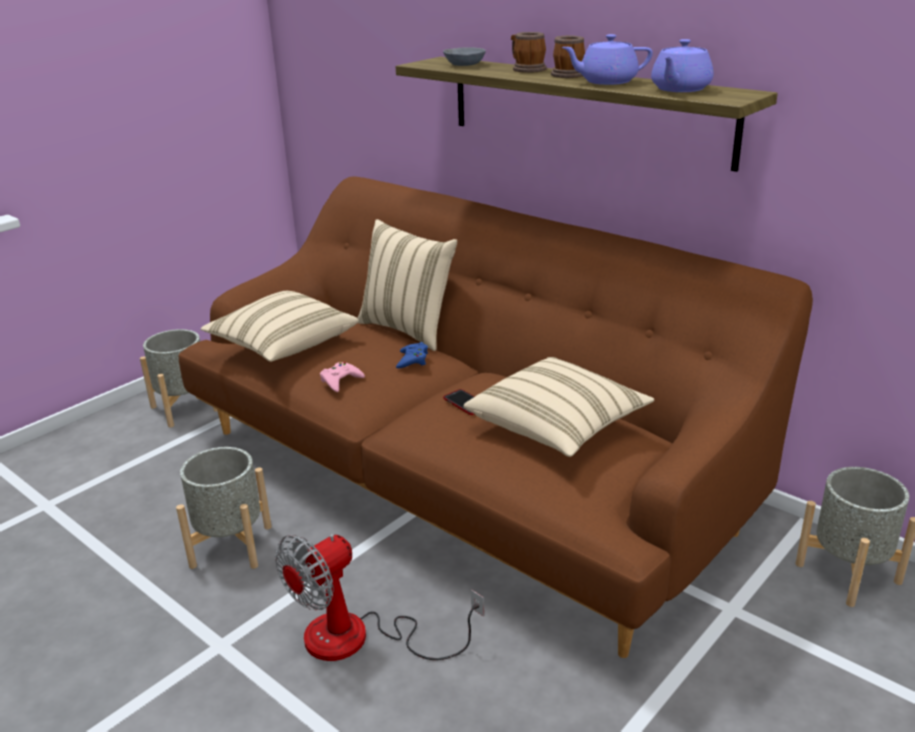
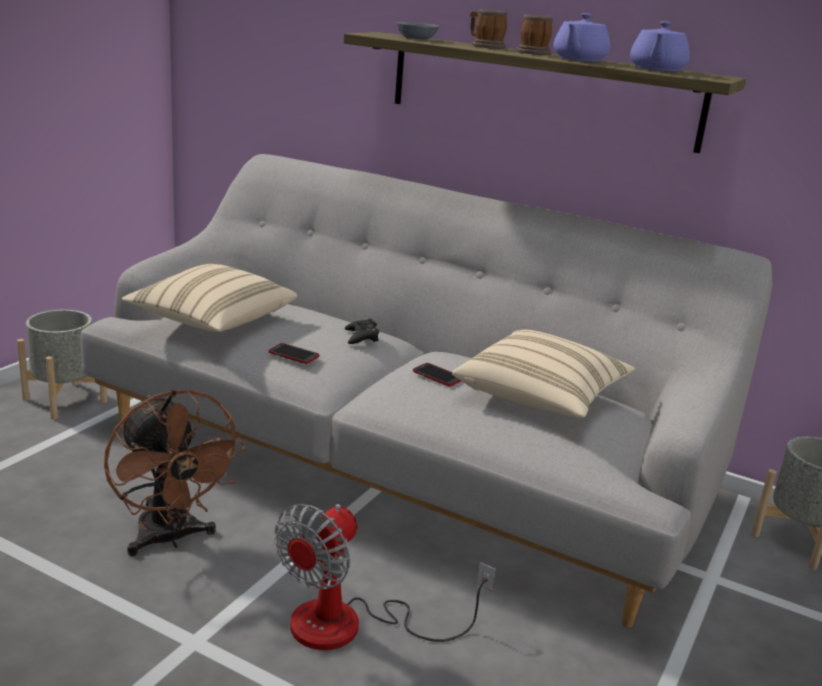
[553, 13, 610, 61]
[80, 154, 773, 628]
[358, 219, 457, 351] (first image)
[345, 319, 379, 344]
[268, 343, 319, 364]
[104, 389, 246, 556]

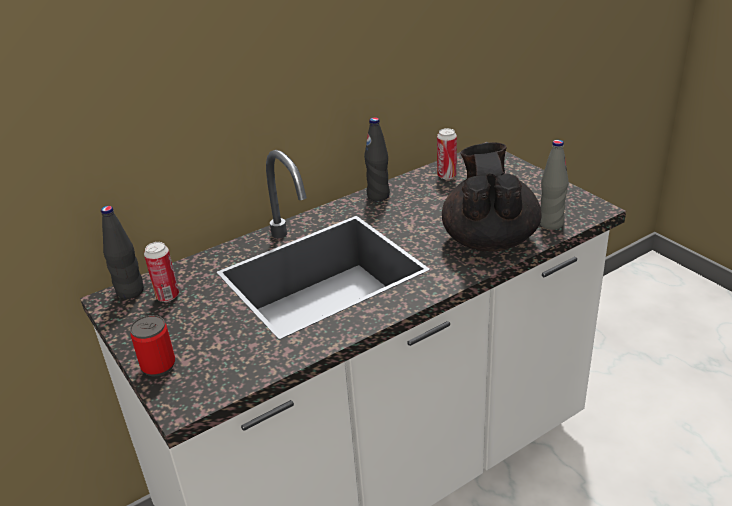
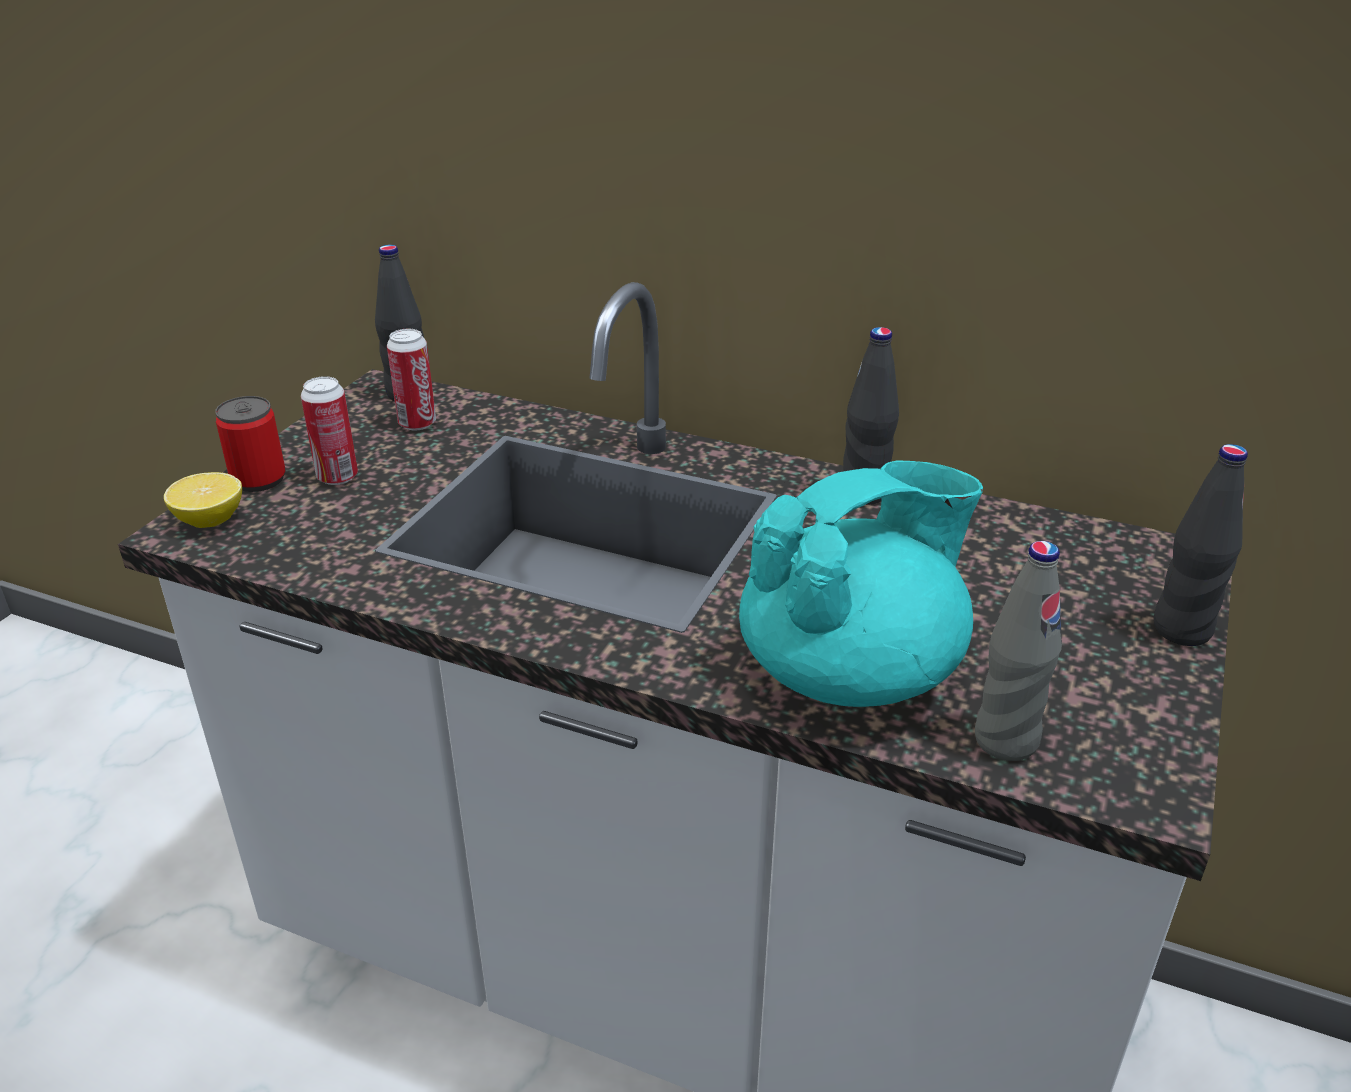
[301, 376, 358, 485]
[739, 460, 983, 707]
[1154, 444, 1248, 646]
[164, 472, 242, 528]

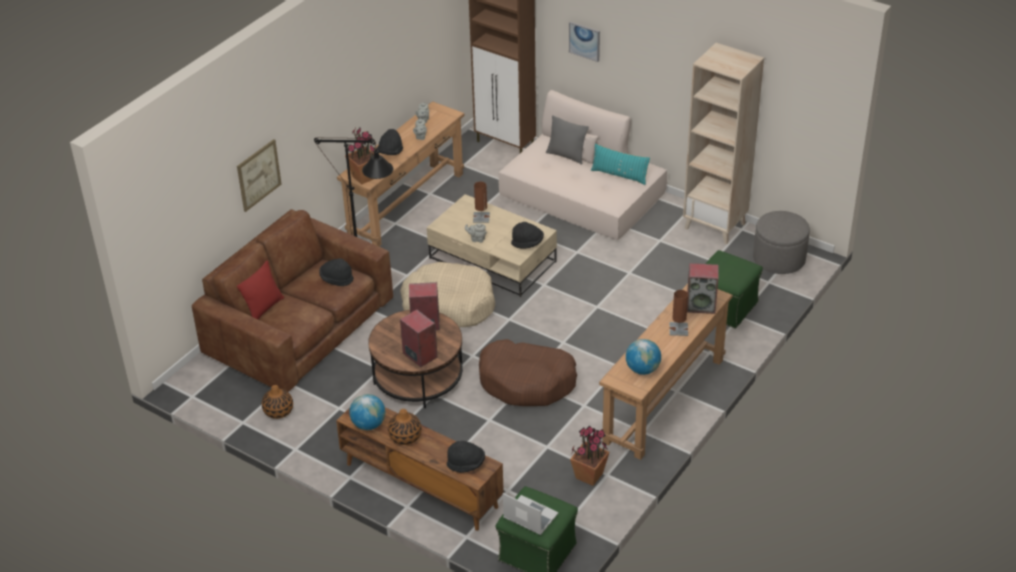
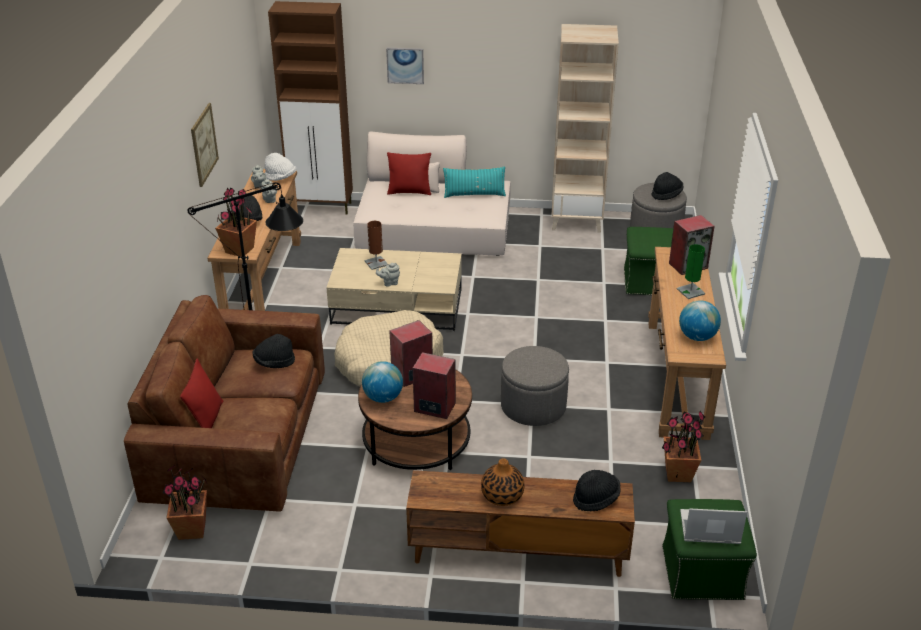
[387, 152, 431, 195]
[191, 103, 219, 187]
[652, 172, 683, 200]
[677, 244, 705, 299]
[501, 346, 569, 426]
[262, 385, 293, 419] (first image)
[362, 361, 403, 403]
[265, 153, 297, 181]
[163, 465, 209, 540]

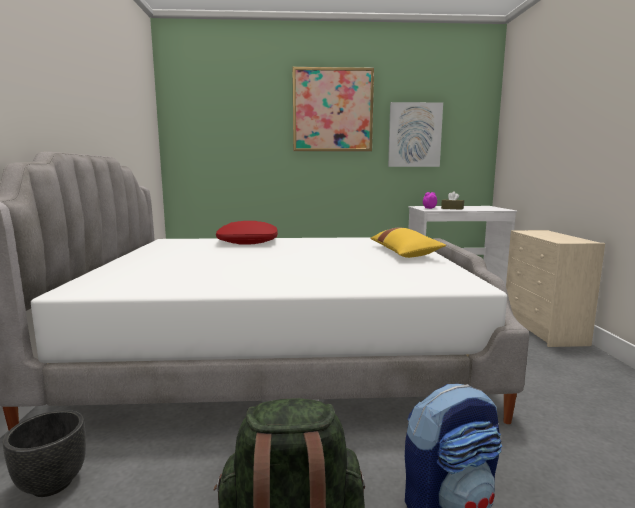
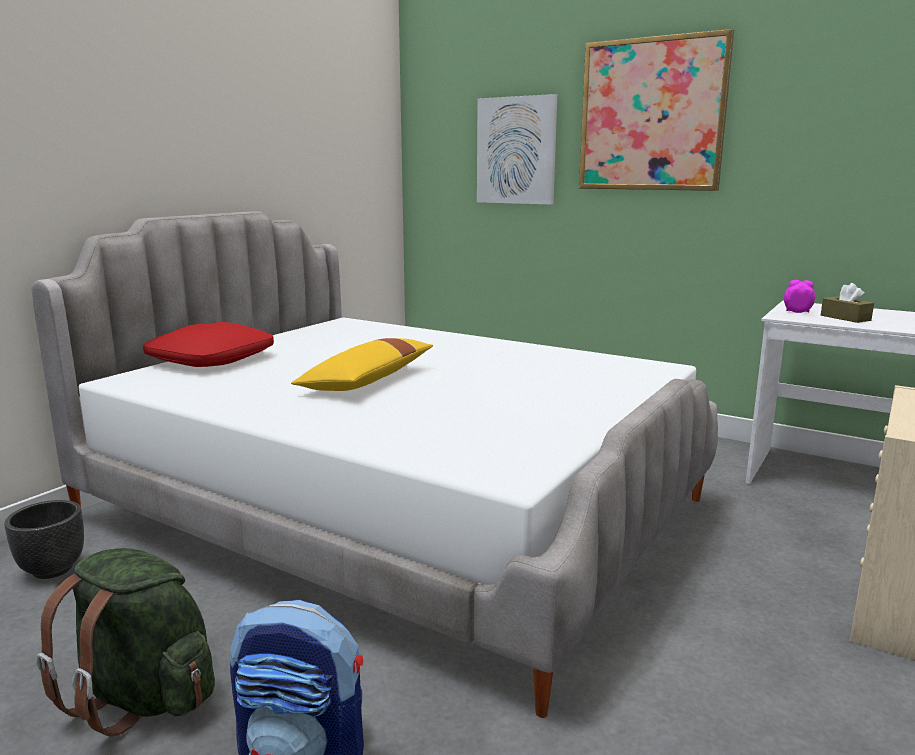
[477, 94, 557, 205]
[143, 322, 274, 367]
[291, 338, 433, 391]

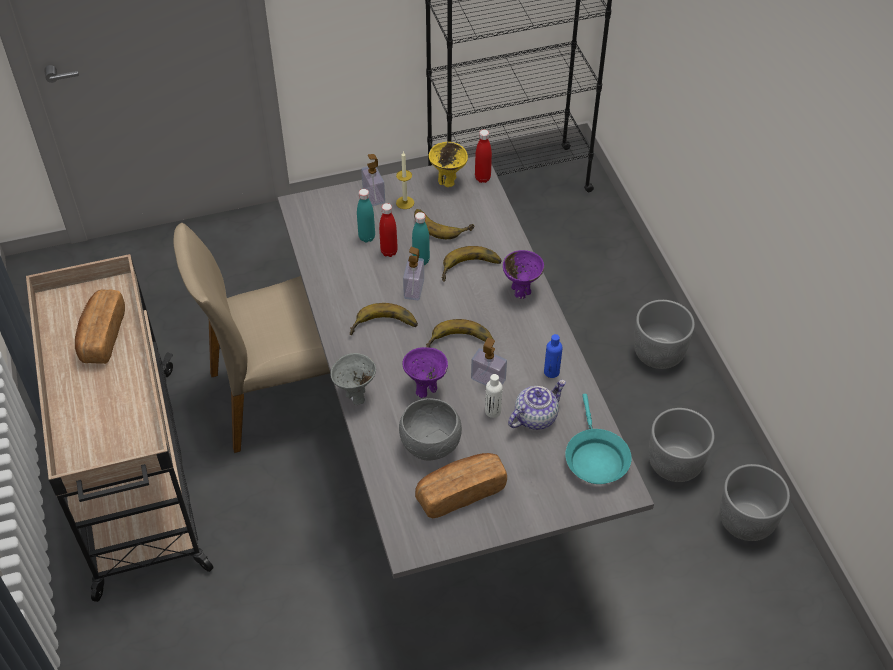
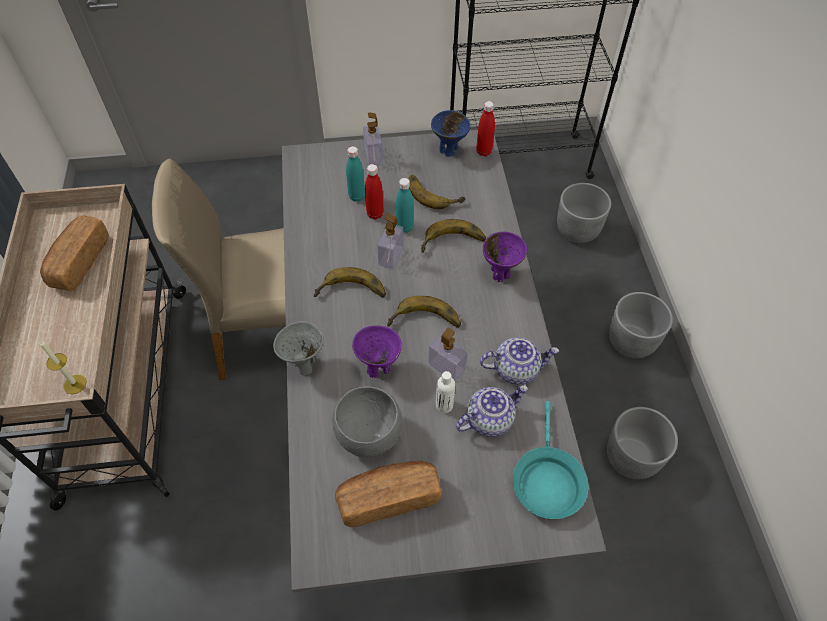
[431, 110, 470, 157]
[39, 340, 87, 394]
[480, 337, 559, 385]
[557, 183, 611, 243]

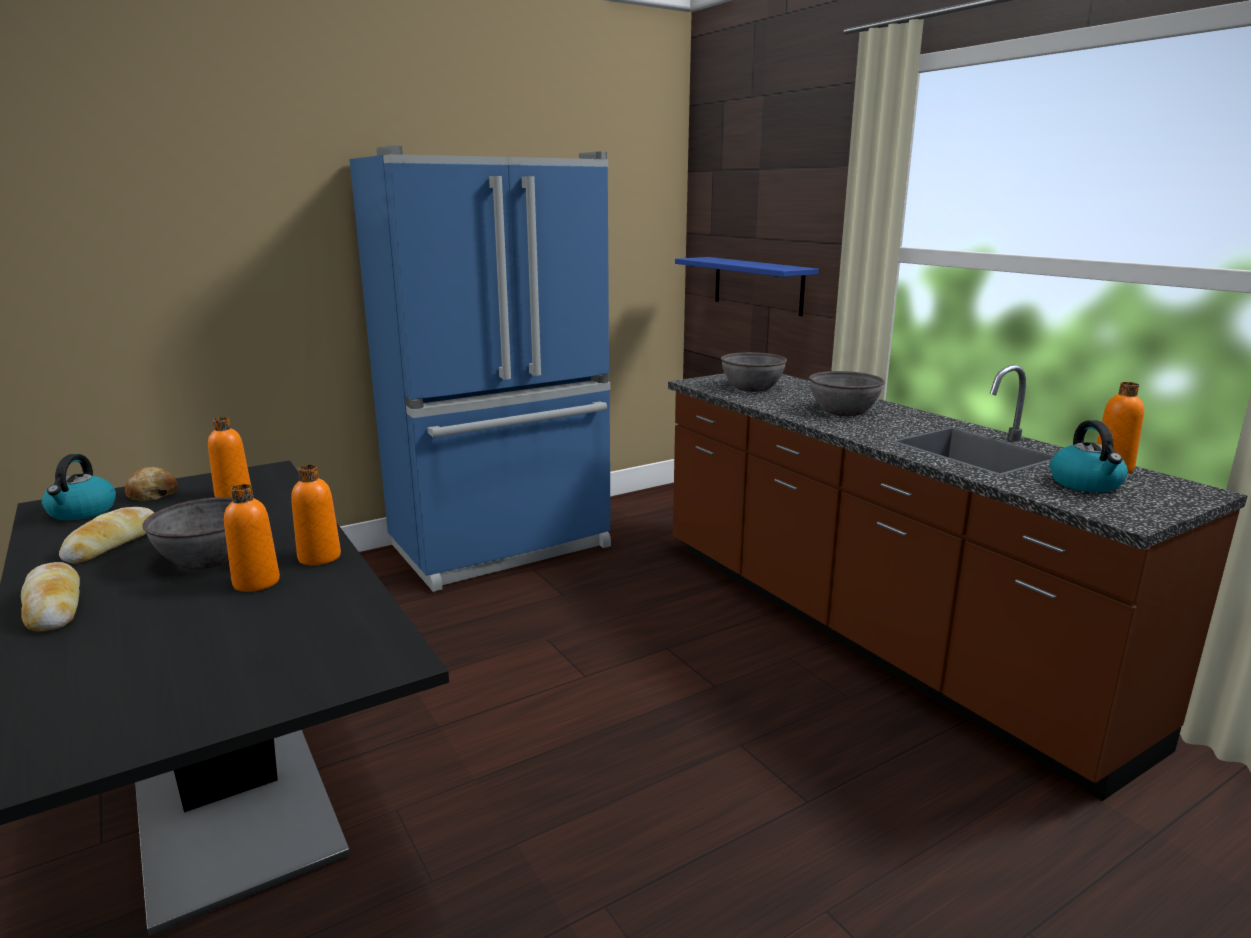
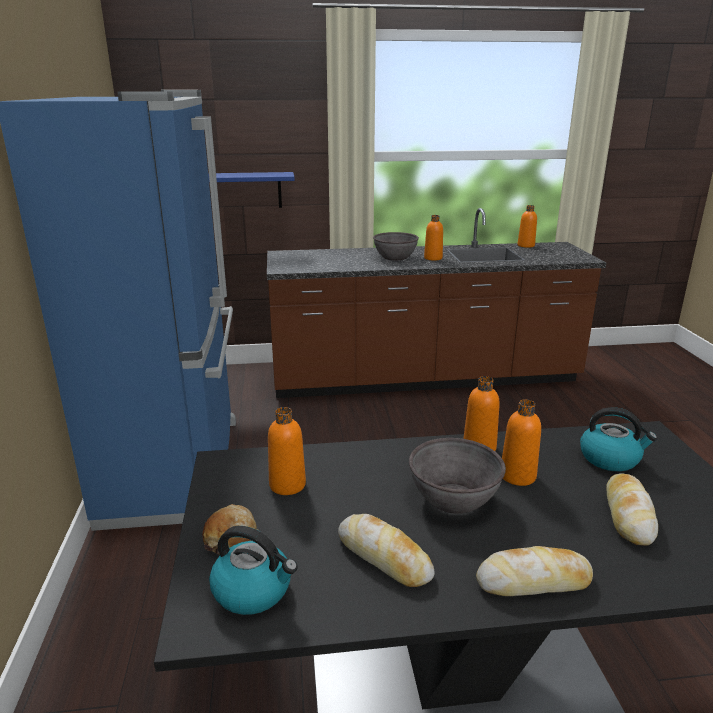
[721, 352, 787, 392] (first image)
[580, 407, 657, 471]
[424, 215, 443, 261]
[606, 473, 658, 545]

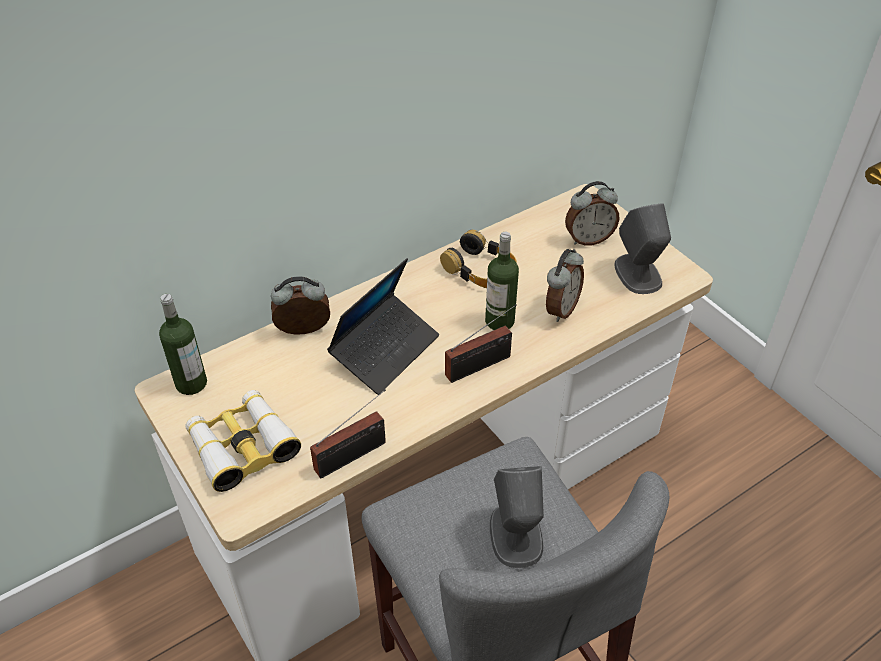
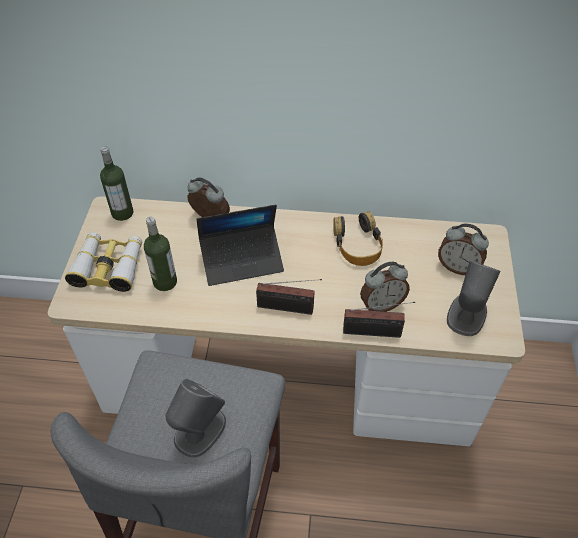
[144, 217, 177, 291]
[343, 302, 415, 338]

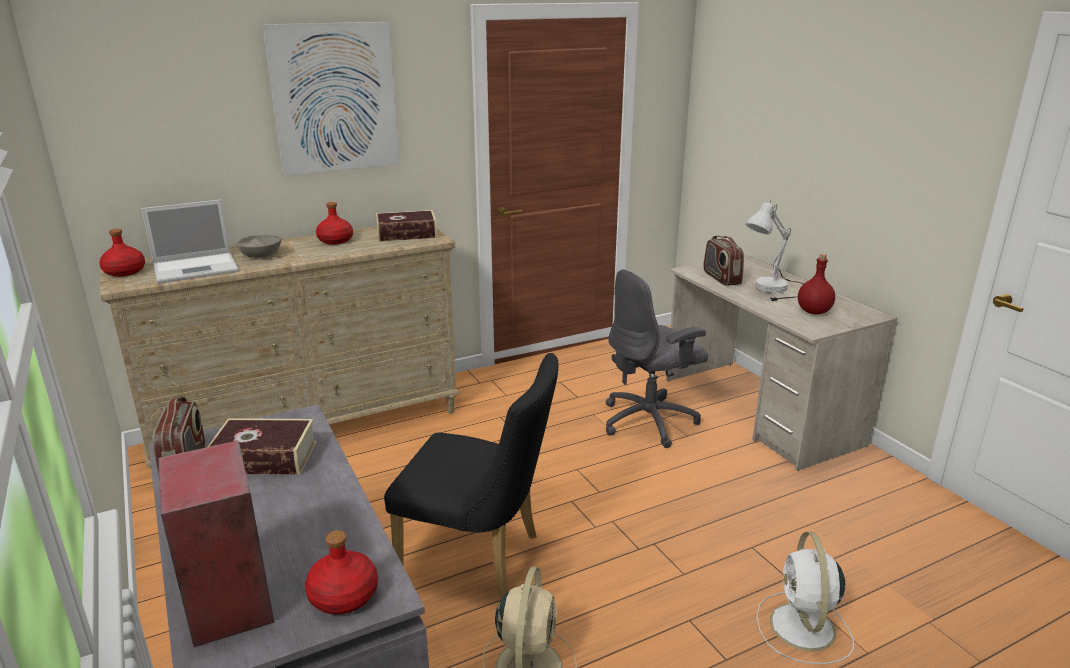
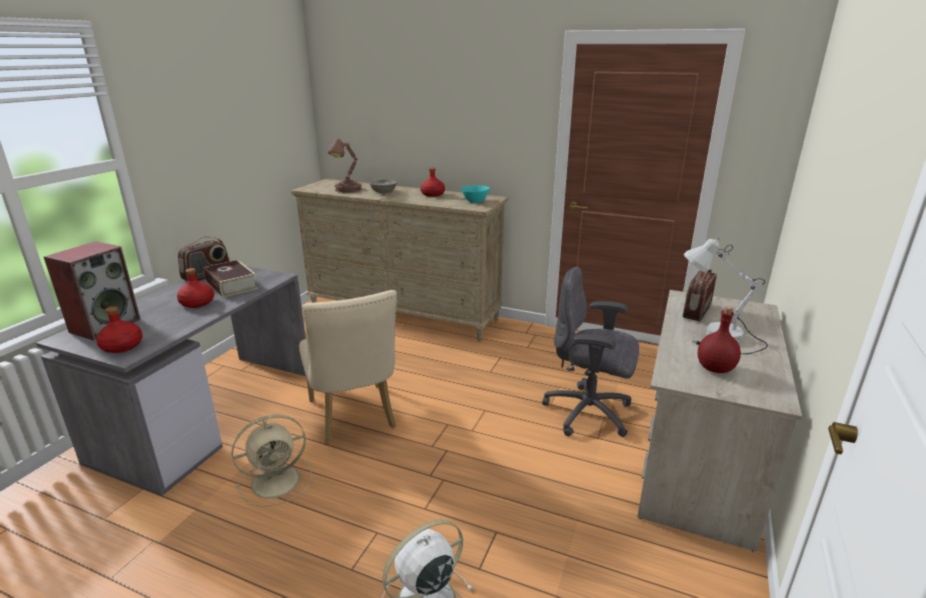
[262, 22, 399, 175] (first image)
[328, 138, 362, 193]
[461, 185, 490, 203]
[177, 268, 214, 308]
[299, 290, 397, 444]

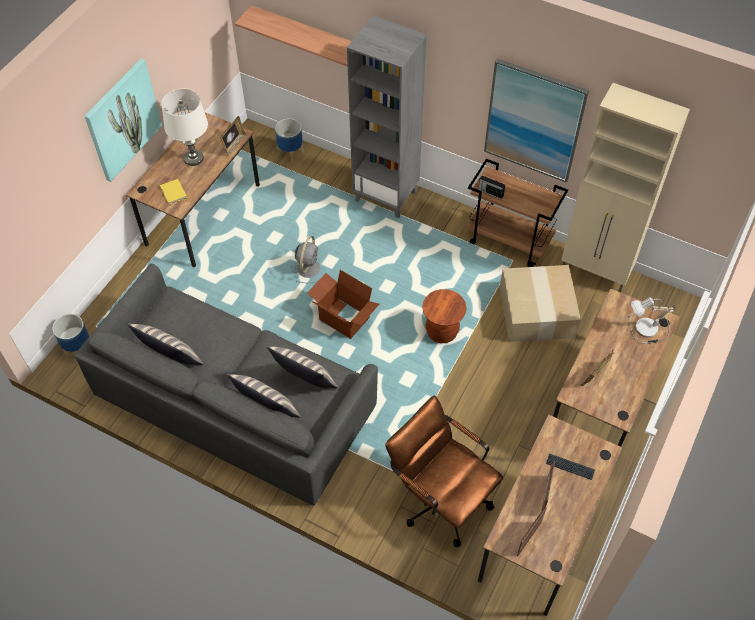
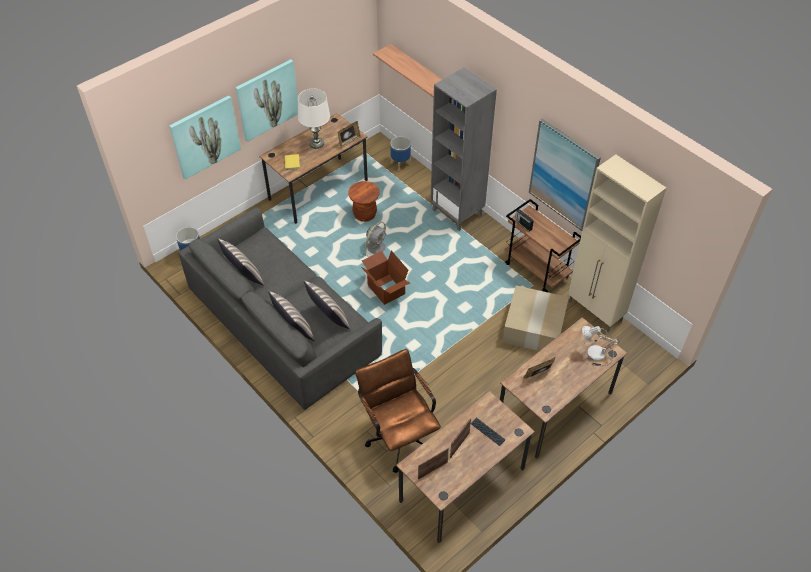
[348, 181, 380, 222]
[169, 96, 241, 180]

